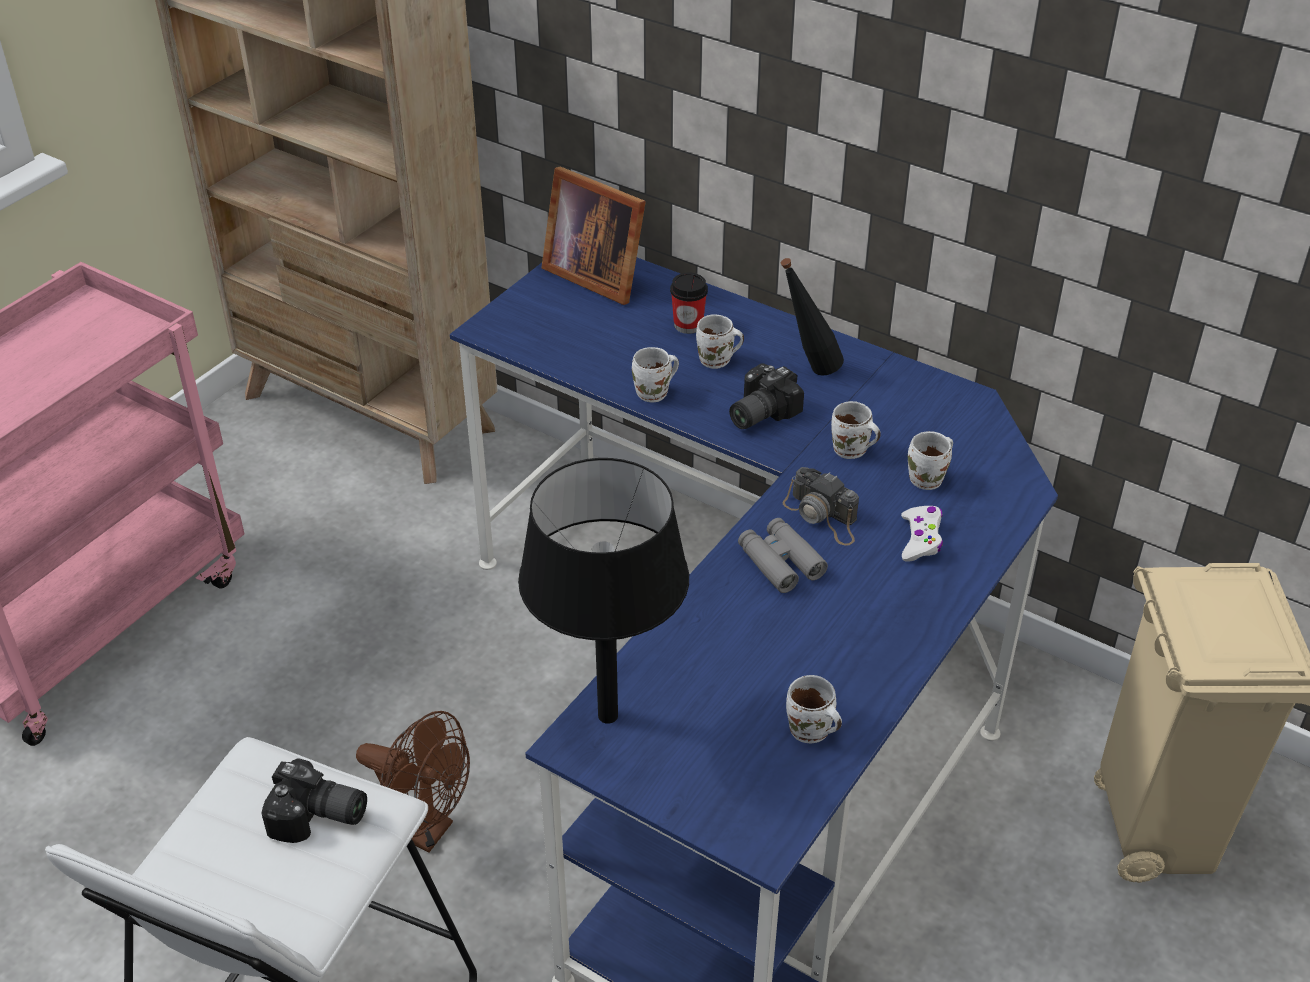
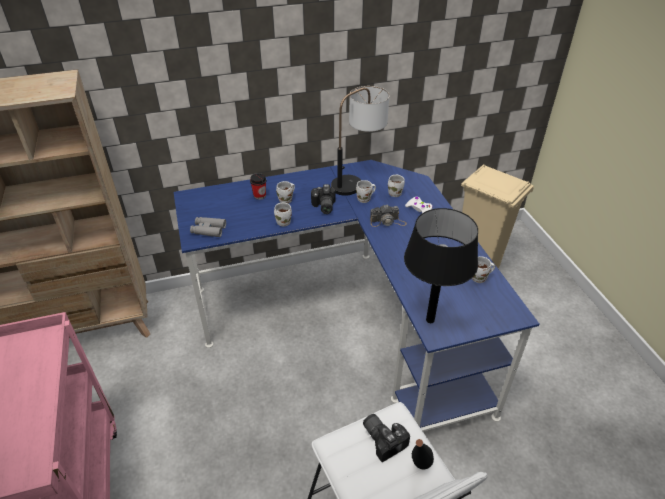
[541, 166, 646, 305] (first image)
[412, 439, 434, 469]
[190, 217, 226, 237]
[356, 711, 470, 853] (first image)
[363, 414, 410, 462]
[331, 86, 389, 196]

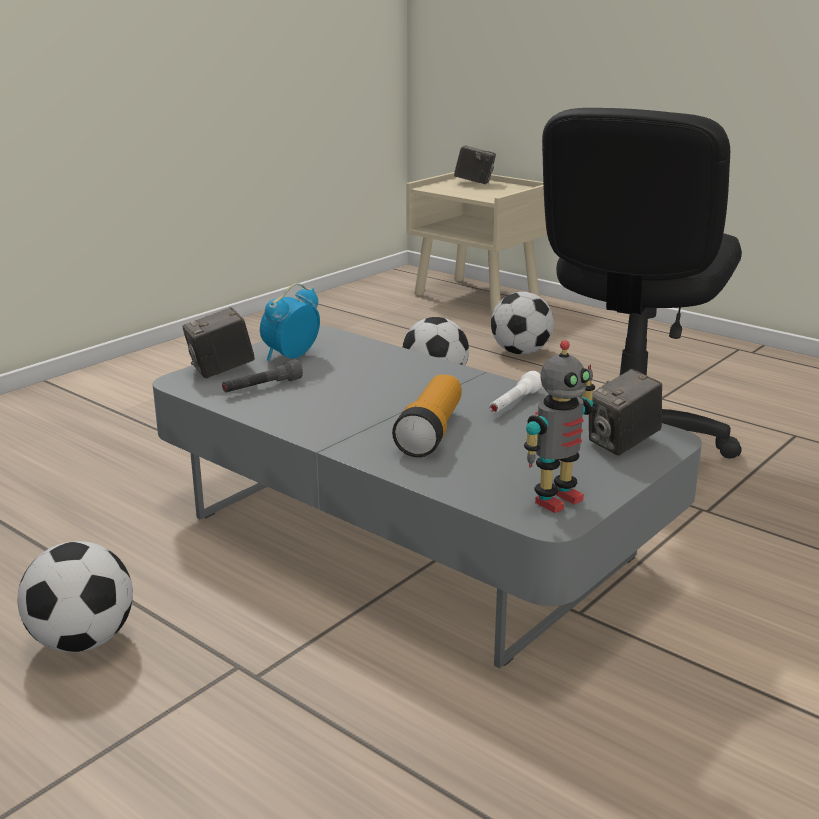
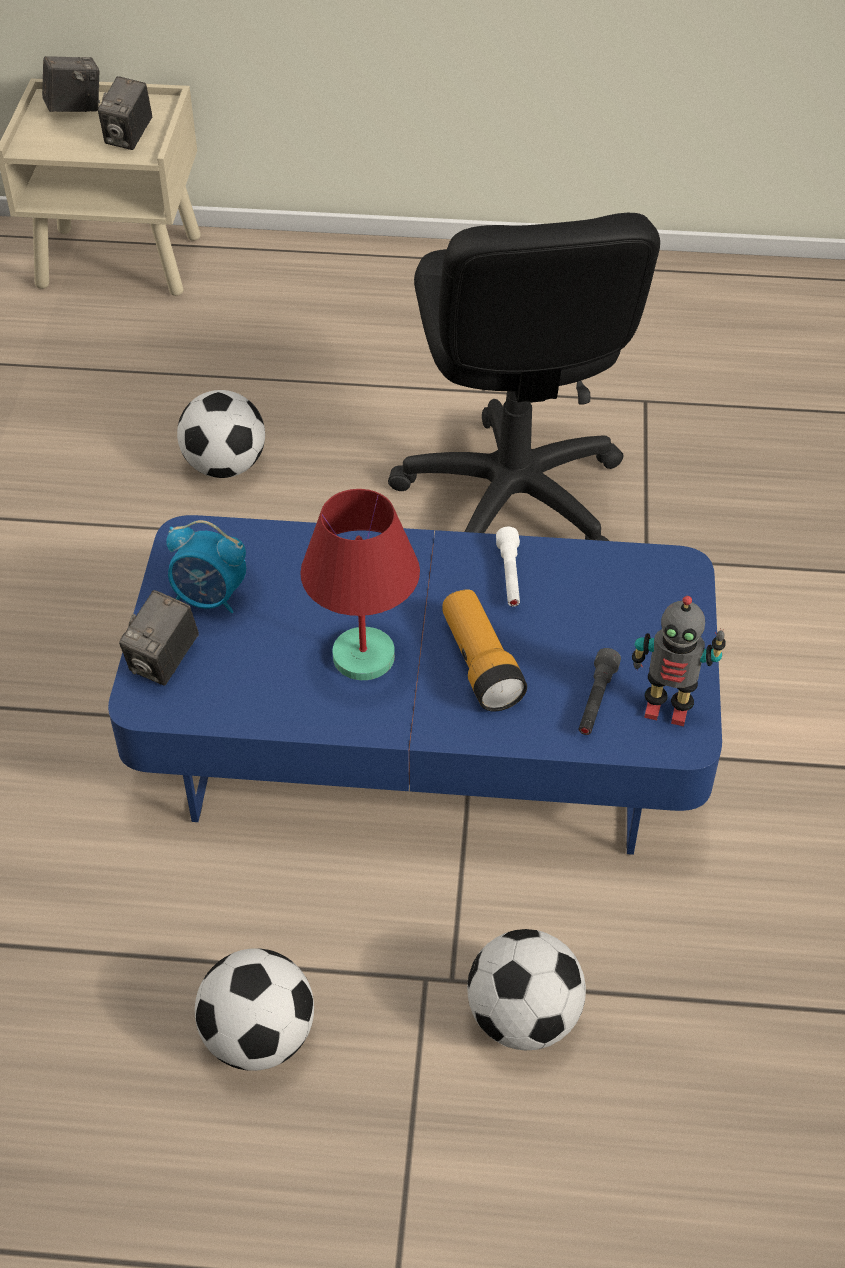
[166, 520, 246, 613]
[467, 929, 586, 1050]
[108, 515, 722, 855]
[632, 596, 726, 726]
[579, 648, 621, 735]
[98, 76, 152, 150]
[300, 489, 420, 680]

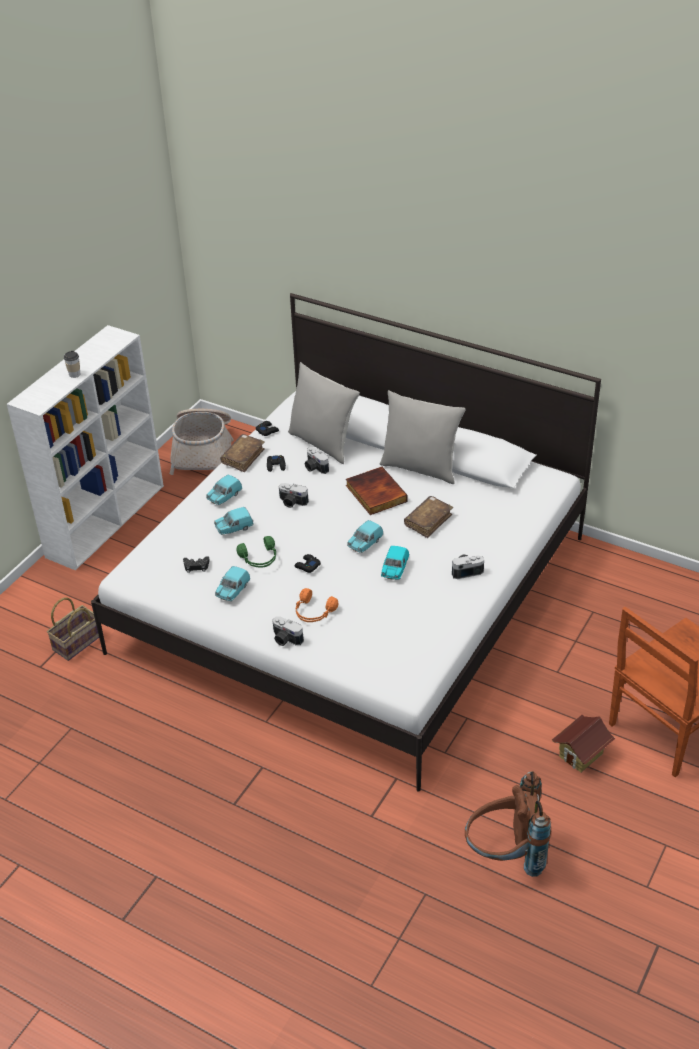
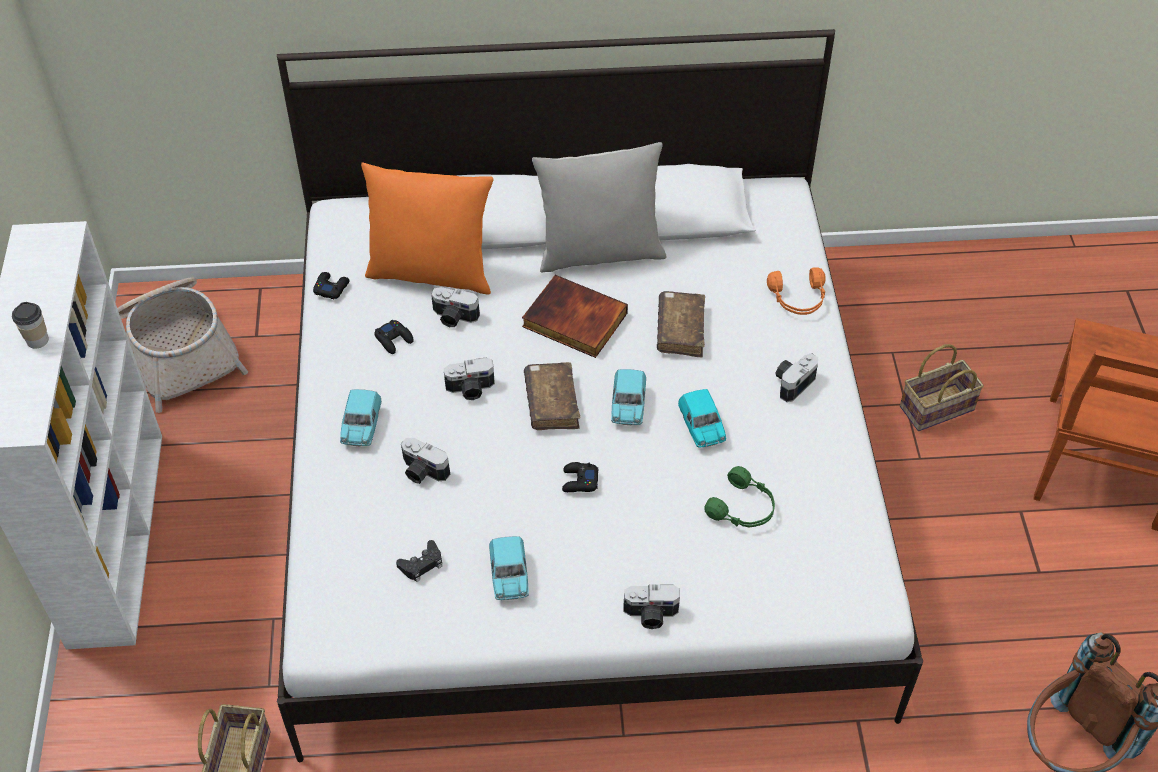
[361, 163, 493, 295]
[524, 362, 580, 430]
[401, 438, 450, 484]
[704, 466, 775, 527]
[767, 267, 826, 315]
[552, 715, 616, 772] (first image)
[900, 344, 984, 431]

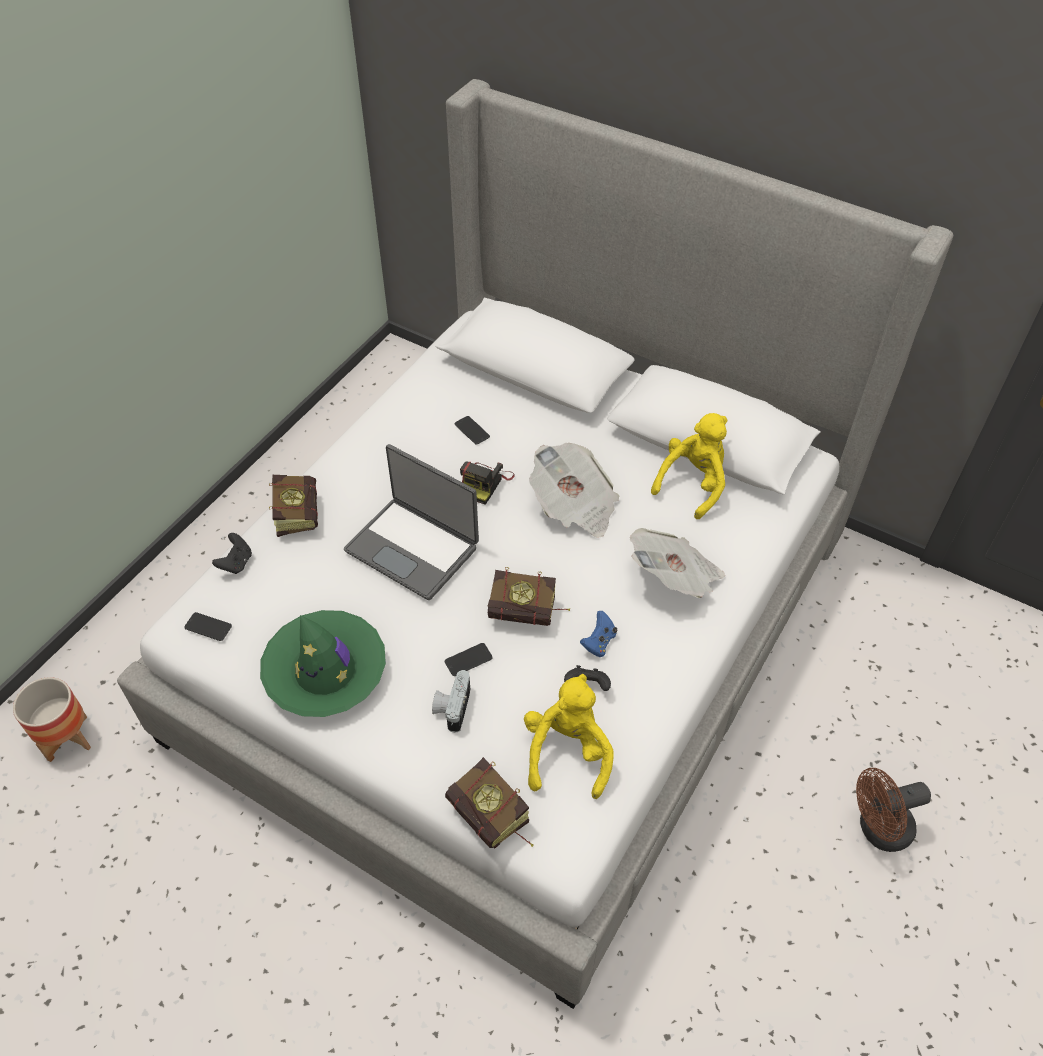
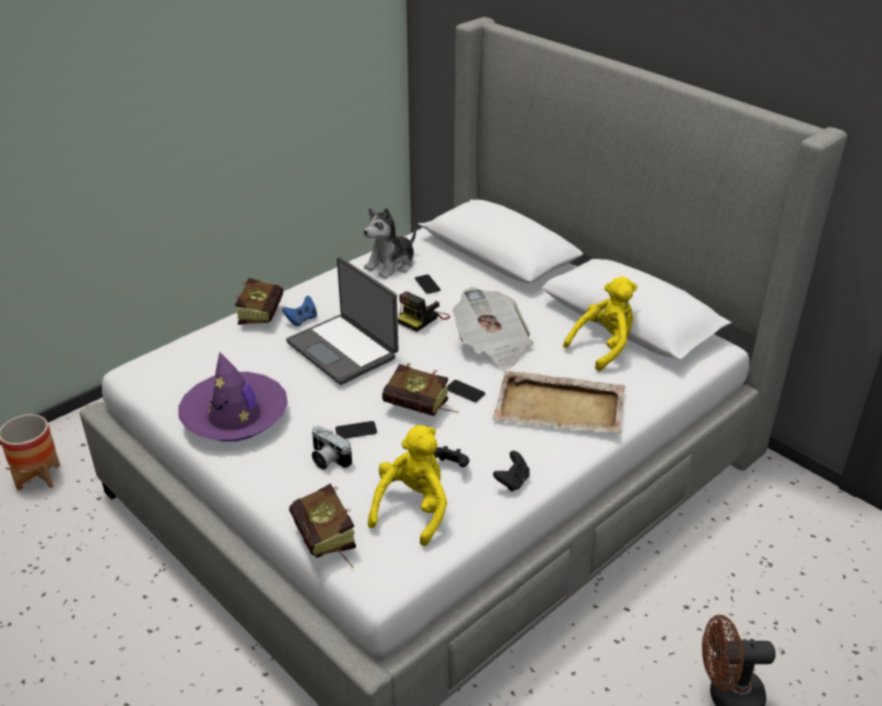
[492, 371, 625, 433]
[493, 451, 530, 492]
[178, 352, 288, 442]
[282, 295, 317, 326]
[448, 380, 485, 402]
[312, 426, 352, 470]
[364, 208, 416, 279]

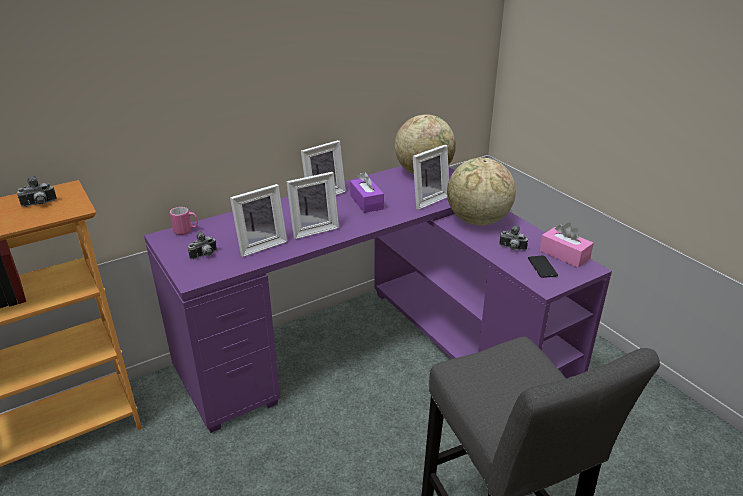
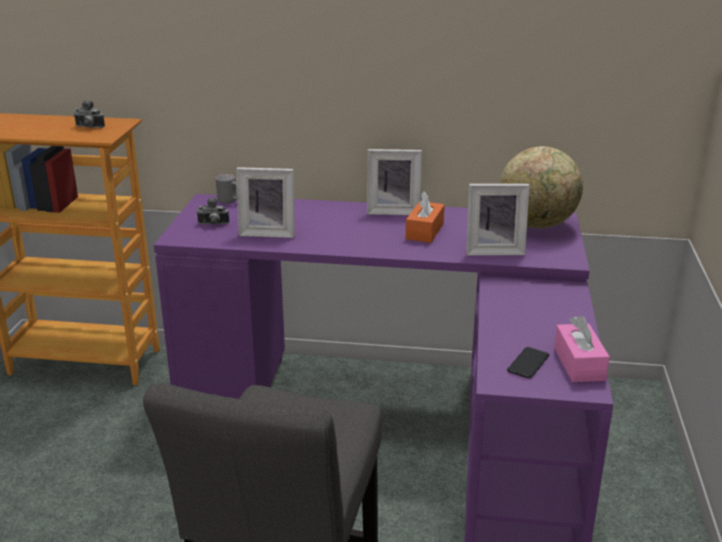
[447, 158, 516, 225] (first image)
[406, 191, 445, 243]
[286, 172, 339, 239] (first image)
[216, 174, 238, 203]
[499, 226, 528, 250] (first image)

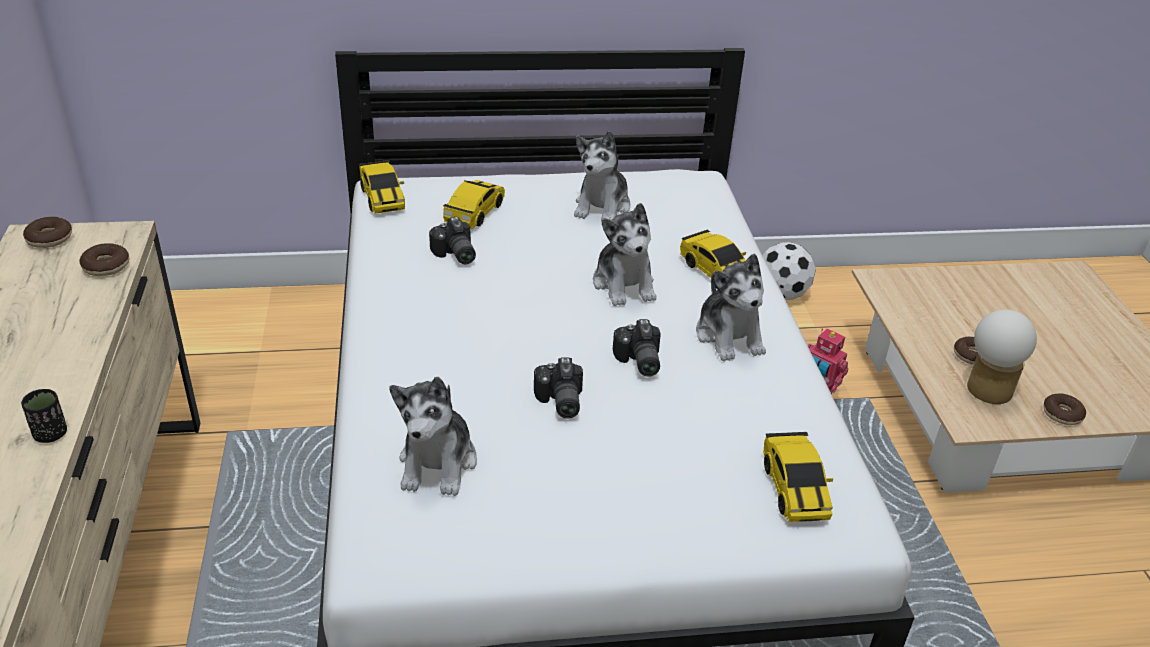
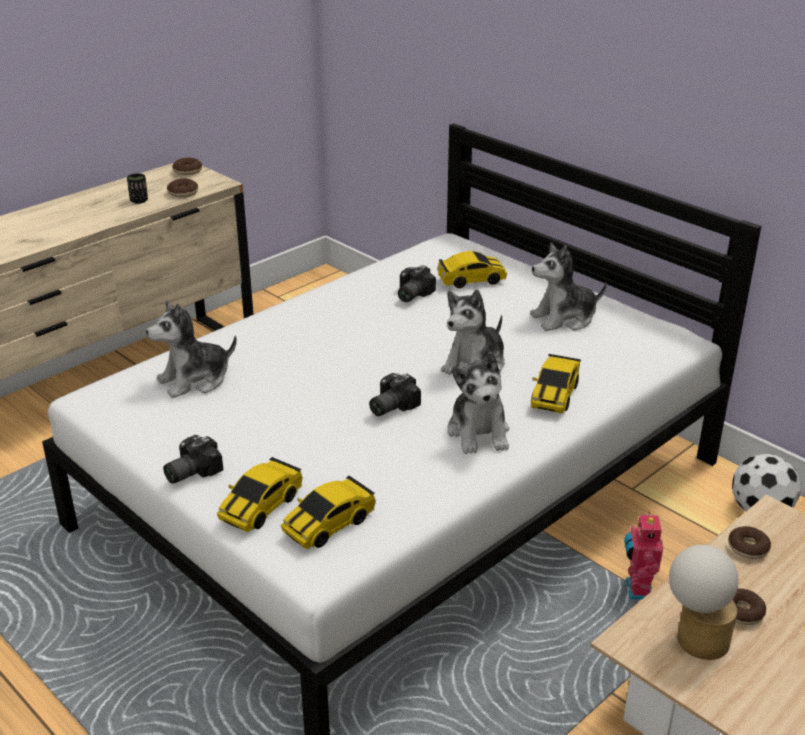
[217, 457, 303, 532]
[447, 352, 509, 454]
[163, 435, 223, 484]
[127, 173, 148, 204]
[728, 526, 771, 559]

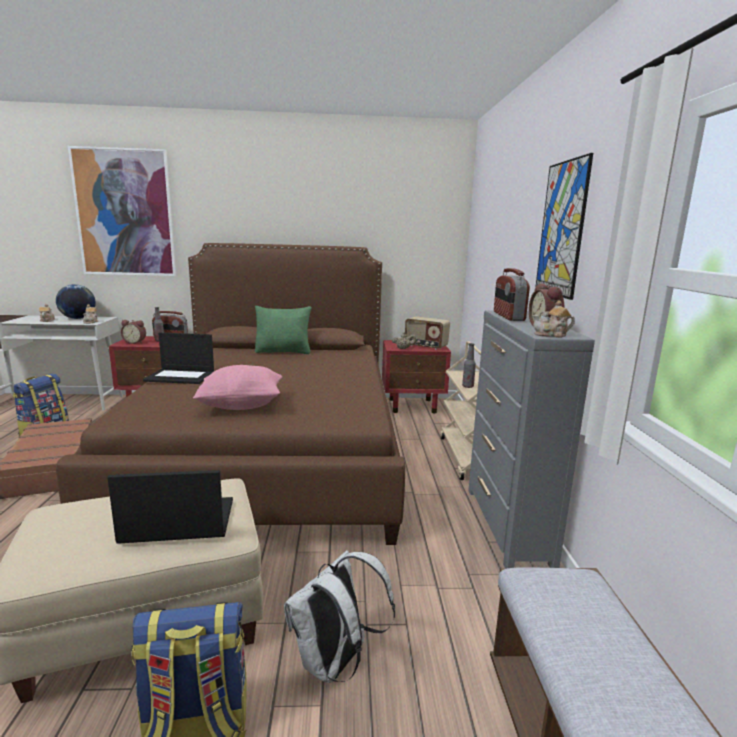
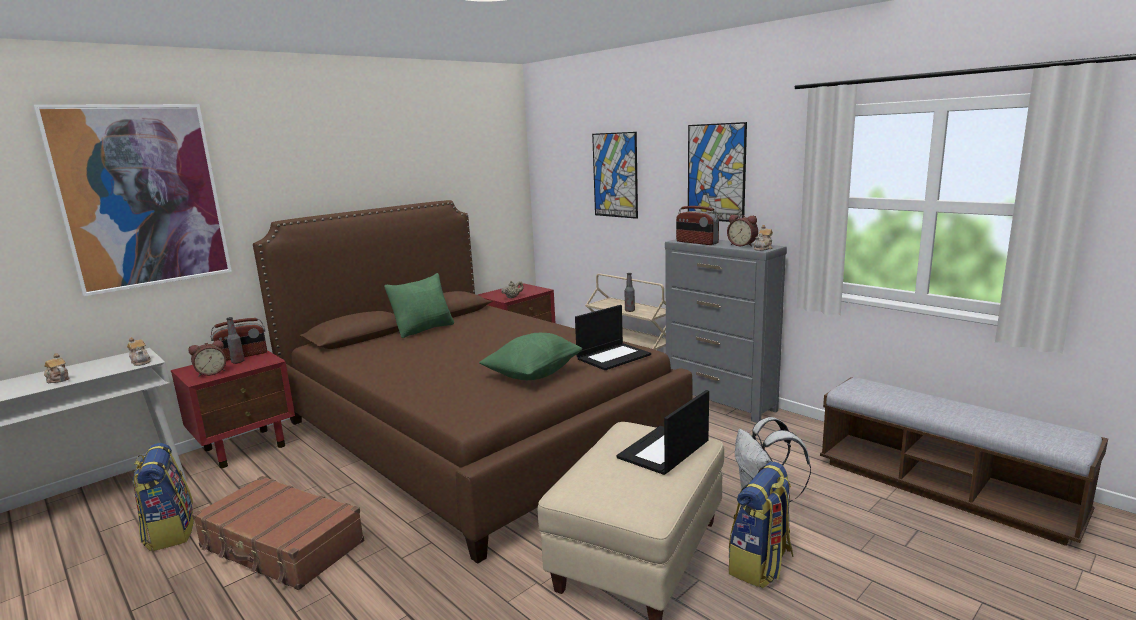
[56, 284, 96, 319] (first image)
[405, 316, 450, 350] (first image)
[575, 305, 651, 370]
[479, 333, 582, 380]
[592, 132, 638, 219]

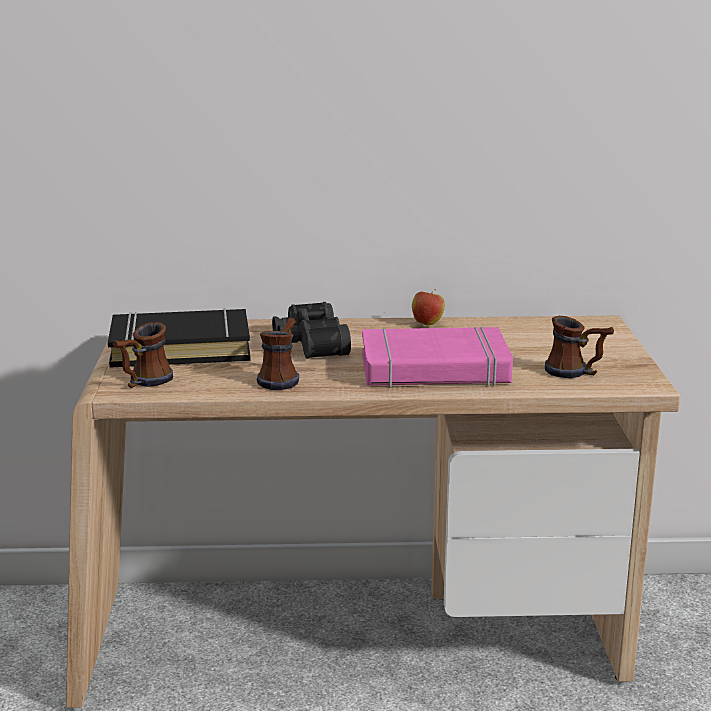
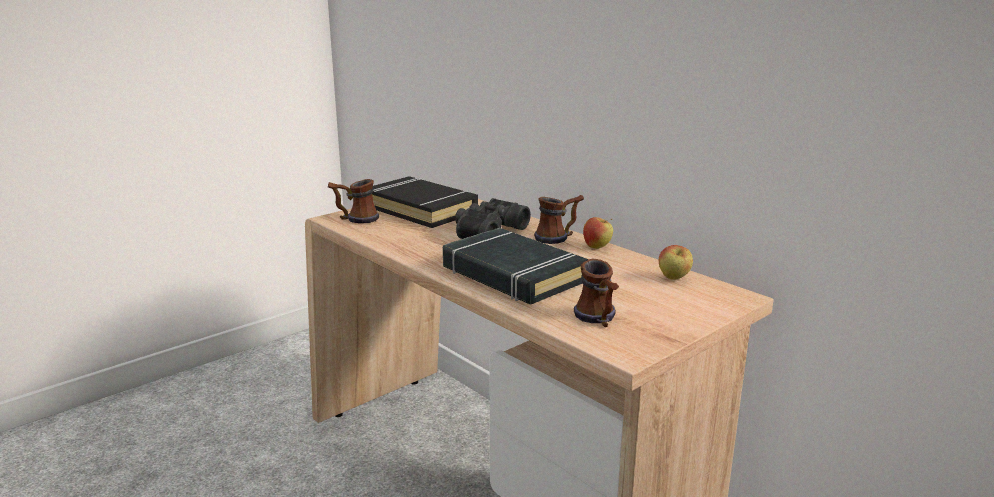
[534, 195, 584, 244]
[443, 228, 588, 304]
[659, 245, 693, 280]

